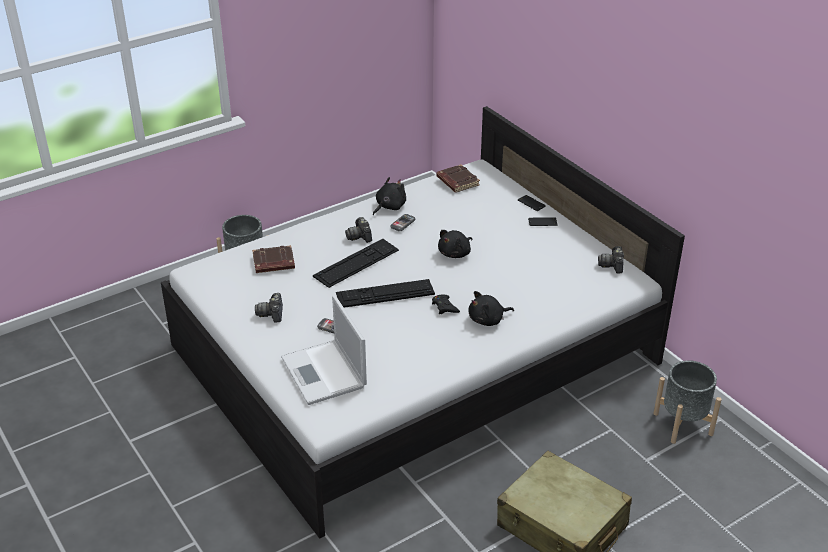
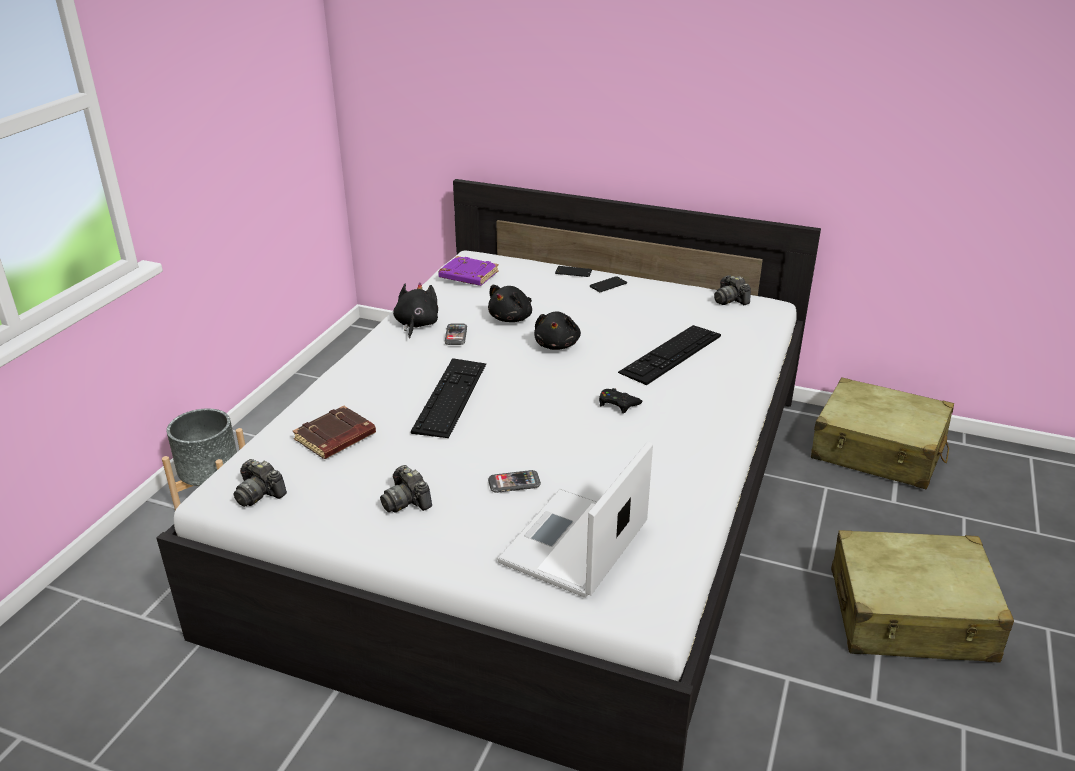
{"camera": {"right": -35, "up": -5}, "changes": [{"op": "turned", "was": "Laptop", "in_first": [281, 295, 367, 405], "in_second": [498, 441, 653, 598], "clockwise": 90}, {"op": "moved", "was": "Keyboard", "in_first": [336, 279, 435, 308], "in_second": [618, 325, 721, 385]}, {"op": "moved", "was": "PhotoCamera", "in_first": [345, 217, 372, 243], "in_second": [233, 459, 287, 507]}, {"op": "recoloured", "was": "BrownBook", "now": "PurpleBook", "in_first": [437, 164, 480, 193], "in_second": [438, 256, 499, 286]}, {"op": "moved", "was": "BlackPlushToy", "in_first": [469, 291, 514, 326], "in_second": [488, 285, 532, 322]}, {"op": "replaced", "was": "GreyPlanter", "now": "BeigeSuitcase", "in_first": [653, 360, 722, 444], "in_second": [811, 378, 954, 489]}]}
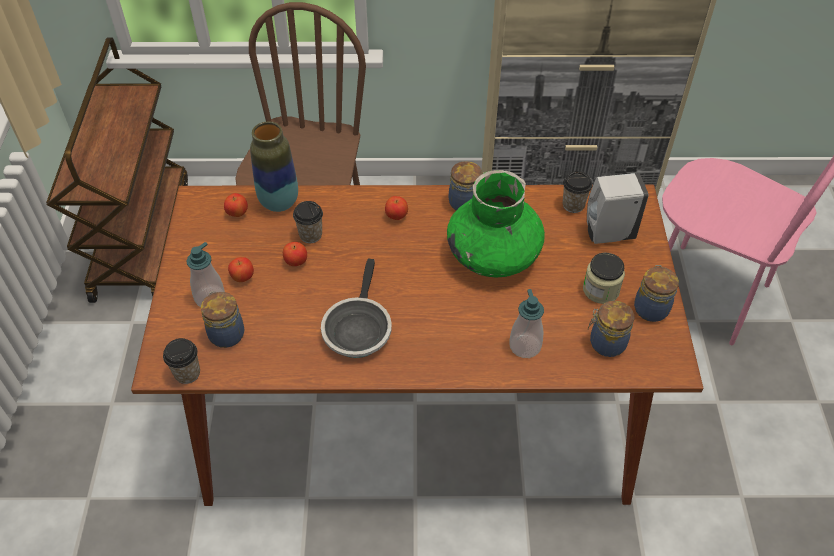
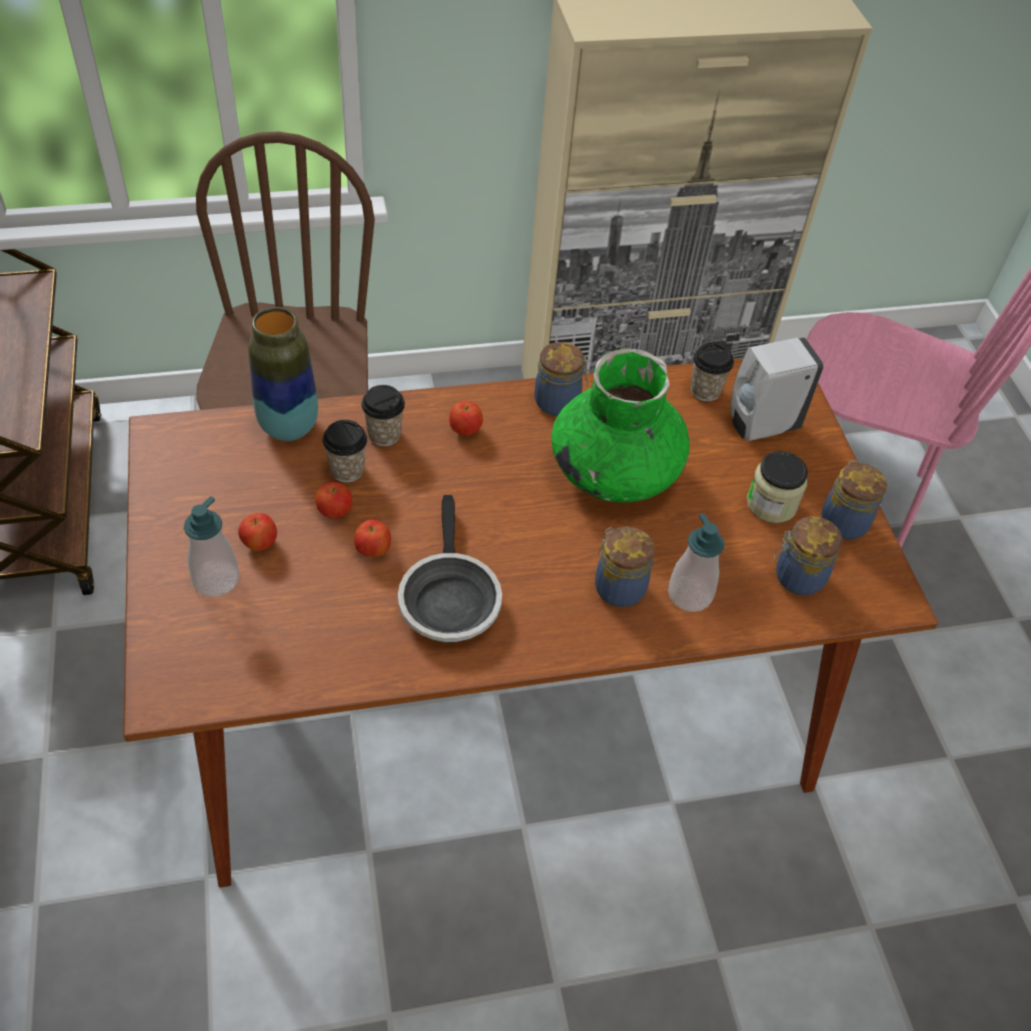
{"camera": {"right": -15, "up": 0}, "changes": [{"op": "moved", "was": "Cup", "in_first": [163, 338, 200, 384], "in_second": [362, 385, 405, 446]}, {"op": "moved", "was": "Jar", "in_first": [201, 291, 245, 348], "in_second": [595, 526, 655, 607]}, {"op": "moved", "was": "Apple", "in_first": [224, 193, 248, 217], "in_second": [354, 519, 391, 557]}]}
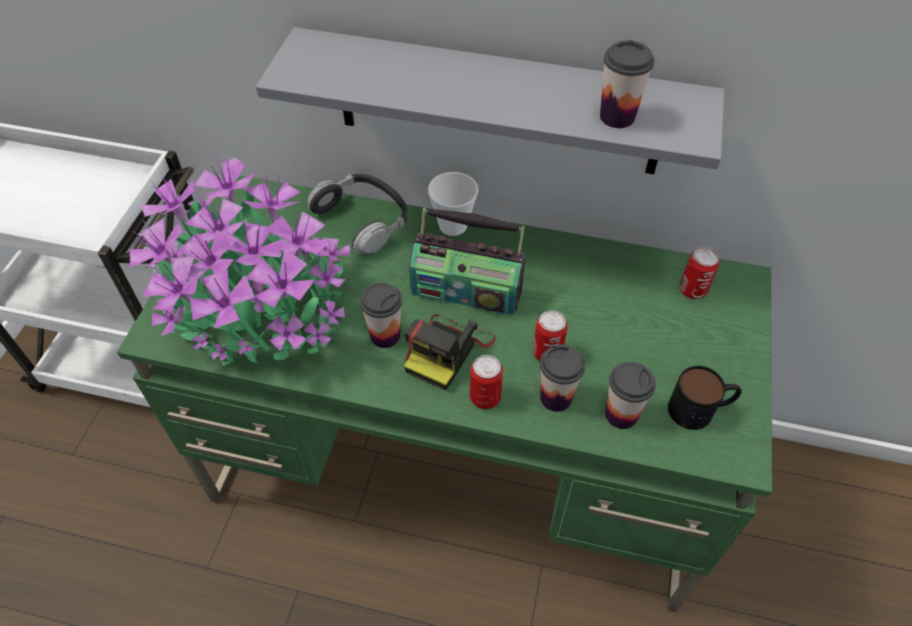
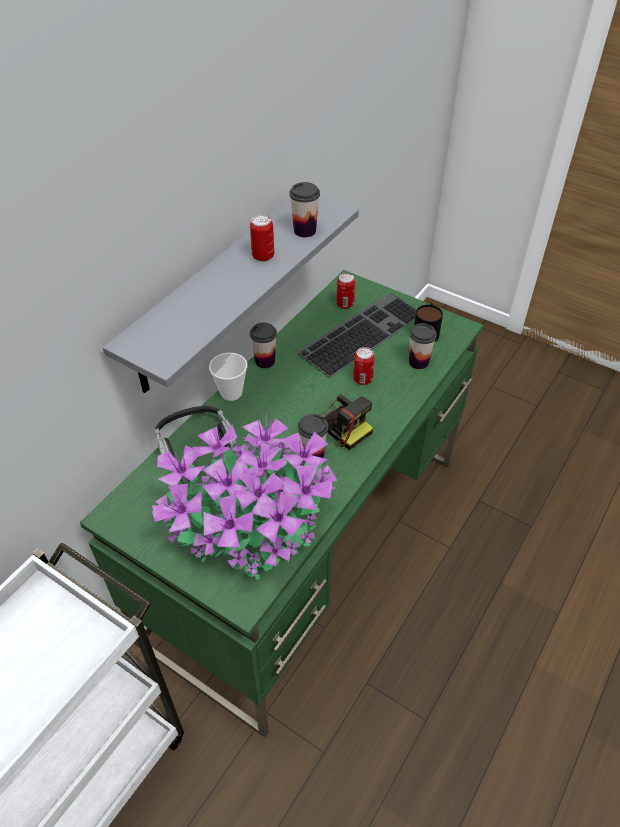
{"camera": {"right": -70, "up": -5}, "changes": [{"op": "removed", "was": "Radio", "in_first": [409, 207, 525, 315]}, {"op": "moved", "was": "Can", "in_first": [470, 355, 503, 409], "in_second": [250, 215, 274, 261]}, {"op": "moved", "was": "Cup", "in_first": [540, 345, 585, 412], "in_second": [250, 322, 277, 368]}, {"op": "added", "now": "Keyboard", "in_second": [297, 292, 416, 378]}]}
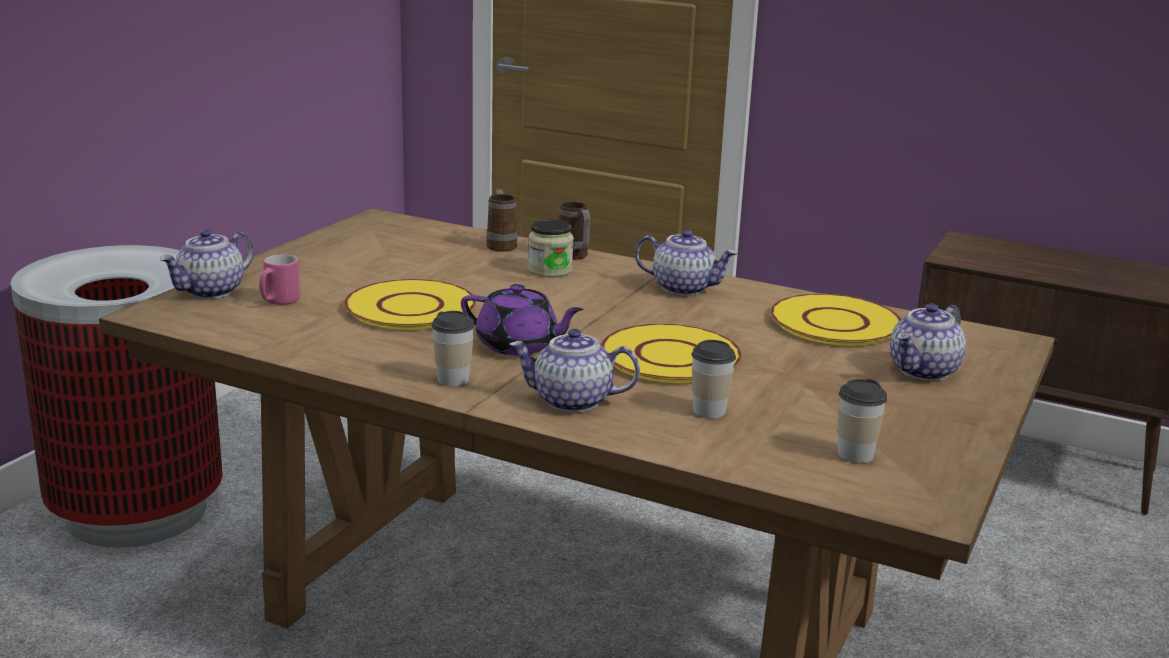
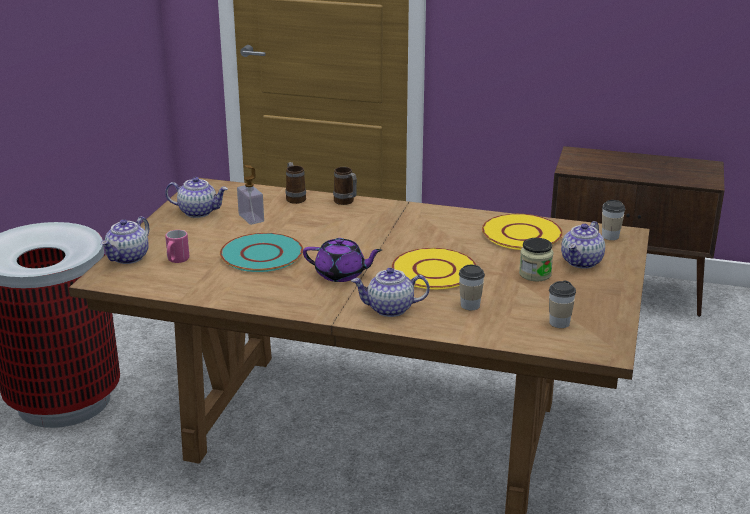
{"camera": {"right": -10, "up": 5}, "changes": [{"op": "recoloured", "was": "YellowPlate", "now": "TurquoisePlate", "in_first": [344, 279, 476, 330], "in_second": [220, 233, 303, 272]}, {"op": "moved", "was": "Cup", "in_first": [432, 311, 475, 386], "in_second": [602, 200, 625, 240]}, {"op": "moved", "was": "Jar", "in_first": [528, 219, 574, 277], "in_second": [519, 238, 553, 281]}, {"op": "moved", "was": "Teapot", "in_first": [635, 229, 737, 296], "in_second": [165, 177, 228, 218]}, {"op": "added", "now": "SoapDispenser", "in_second": [237, 165, 264, 225]}]}
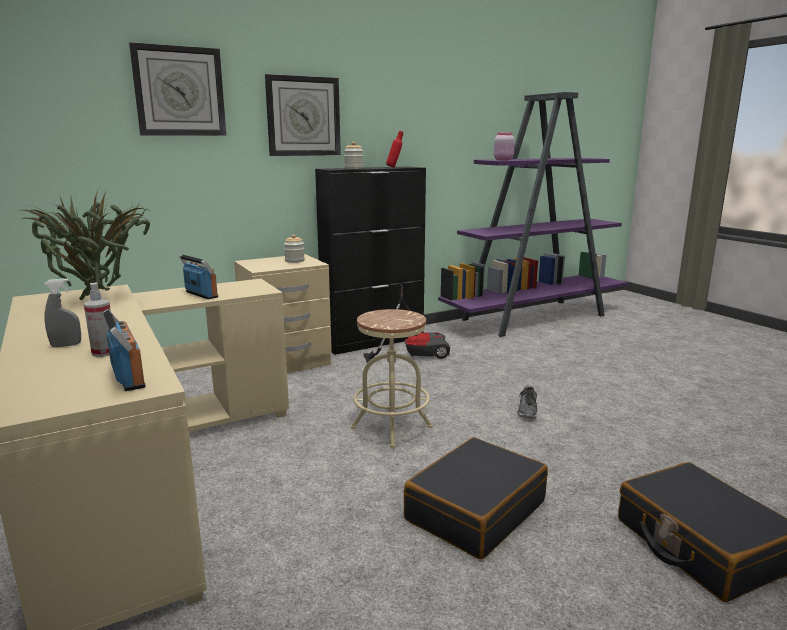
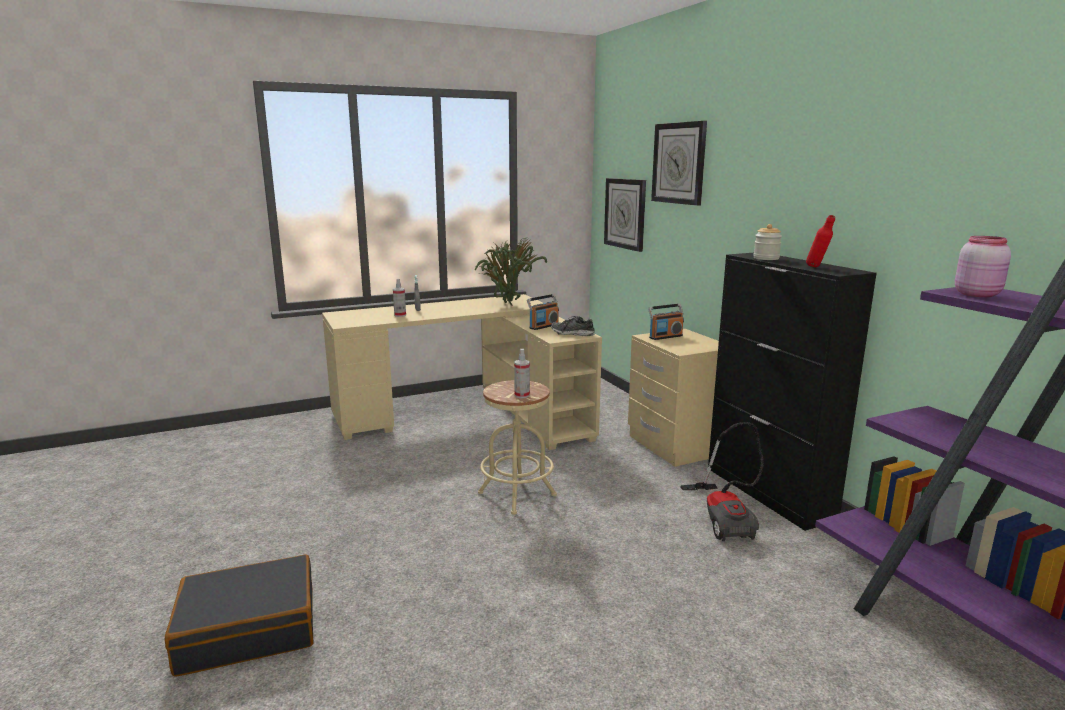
{"camera": {"right": 95, "up": 0}, "changes": [{"op": "moved", "was": "Radio", "in_first": [103, 309, 146, 391], "in_second": [648, 304, 684, 340]}, {"op": "moved", "was": "WallClock", "in_first": [265, 74, 341, 156], "in_second": [604, 178, 646, 252]}, {"op": "removed", "was": "Jar", "in_first": [284, 235, 305, 263]}, {"op": "removed", "was": "BlackSuitcase", "in_first": [404, 437, 548, 560]}, {"op": "moved", "was": "Shoe", "in_first": [517, 386, 537, 419], "in_second": [551, 316, 595, 336]}, {"op": "added", "now": "SprayBottle", "in_second": [514, 349, 530, 398]}]}
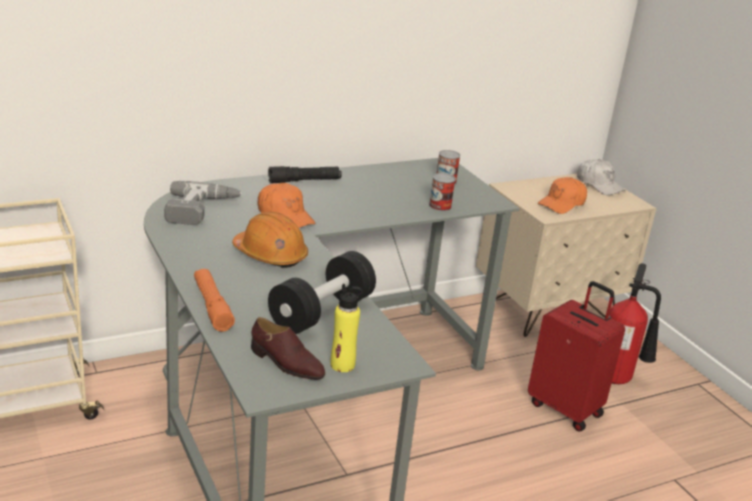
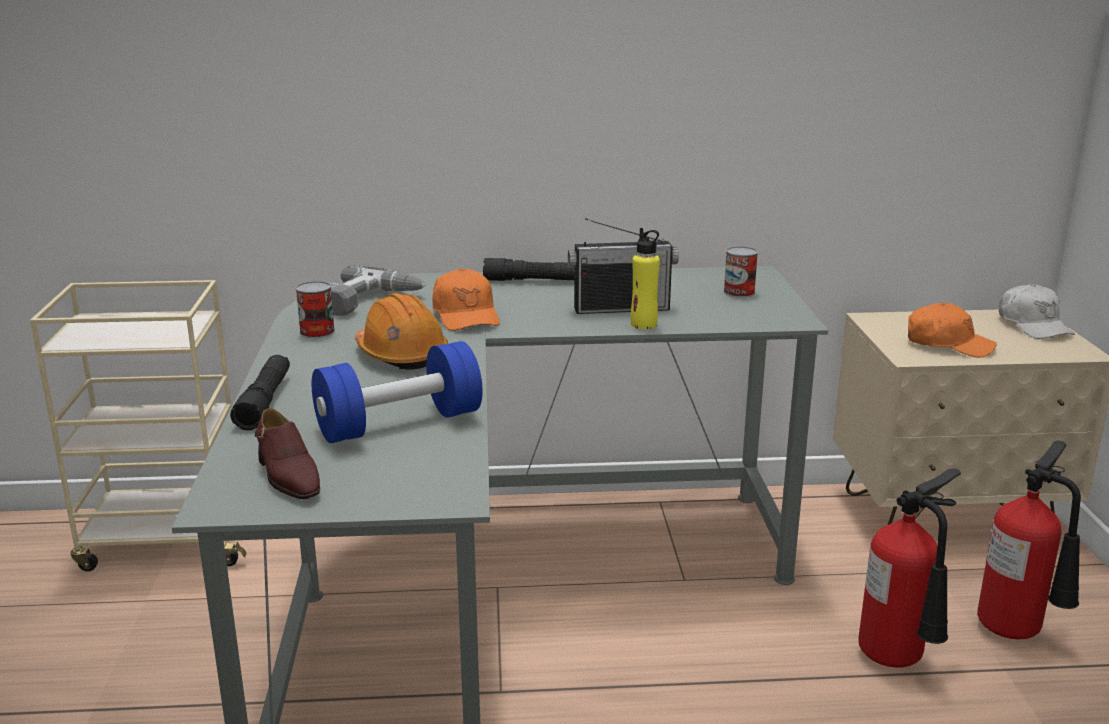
{"camera": {"right": 25, "up": -5}, "changes": [{"op": "recoloured", "was": "OrangeFlashlight", "now": "BlackFlashlight", "in_first": [194, 269, 235, 332], "in_second": [230, 355, 290, 430]}, {"op": "recoloured", "was": "BlackDumbbell", "now": "BlueDumbbell", "in_first": [268, 251, 376, 334], "in_second": [312, 341, 483, 443]}, {"op": "moved", "was": "YellowBottle", "in_first": [330, 284, 363, 372], "in_second": [631, 228, 660, 329]}, {"op": "moved", "was": "Can", "in_first": [429, 173, 456, 211], "in_second": [295, 281, 335, 338]}, {"op": "replaced", "was": "RedSuitcase", "now": "FireExtinguisher", "in_first": [528, 281, 625, 431], "in_second": [859, 468, 961, 668]}, {"op": "turned", "was": "OrangeCap", "in_first": [537, 177, 587, 214], "in_second": [908, 303, 997, 358], "clockwise": -135}, {"op": "added", "now": "Radio", "in_second": [568, 218, 679, 314]}]}
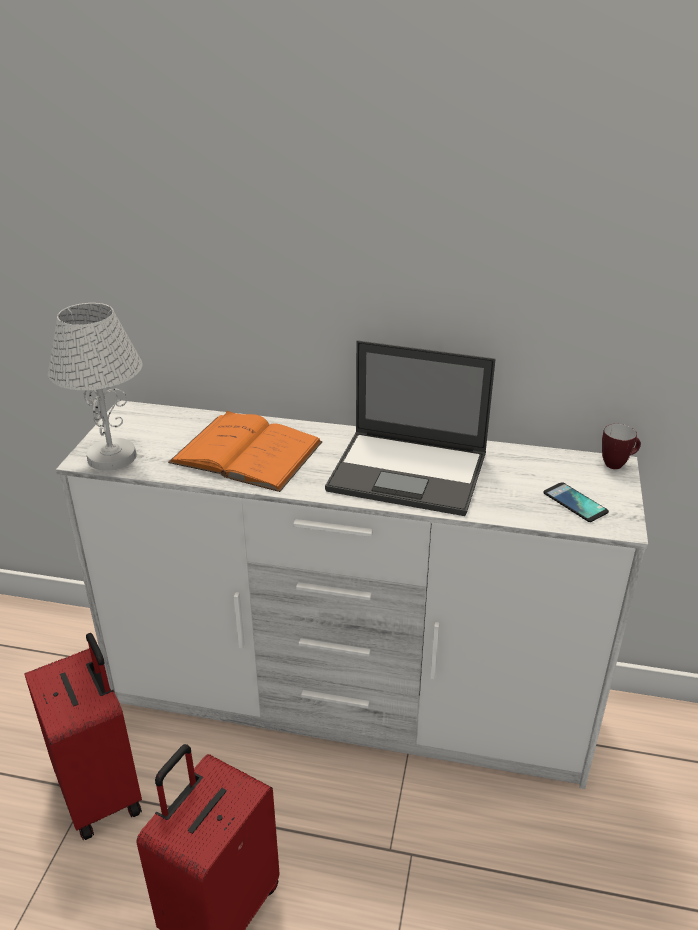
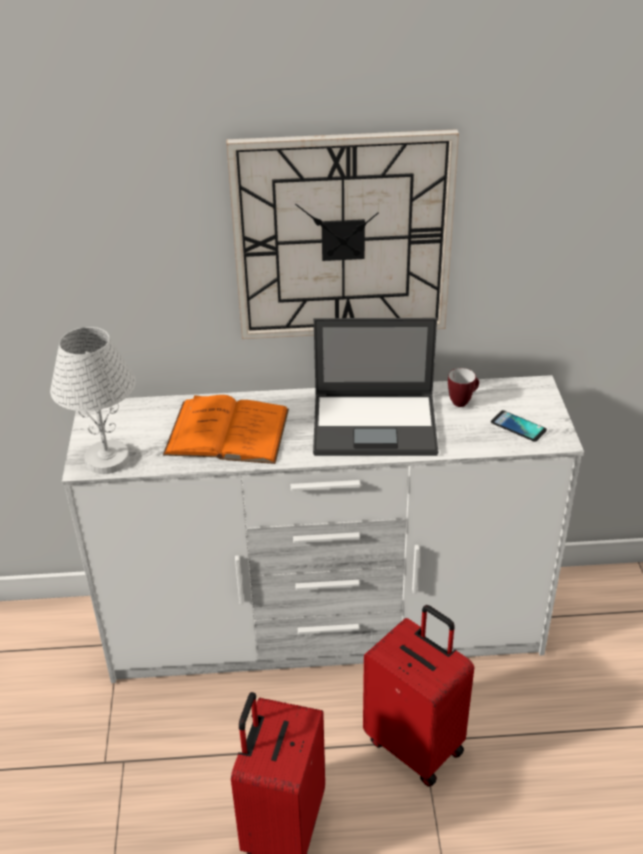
{"camera": {"right": -15, "up": 5}, "changes": [{"op": "moved", "was": "RedSuitcase", "in_first": [24, 633, 142, 840], "in_second": [363, 605, 474, 787]}, {"op": "moved", "was": "Mug", "in_first": [602, 424, 641, 469], "in_second": [448, 368, 479, 407]}, {"op": "added", "now": "WallClock", "in_second": [226, 129, 459, 339]}]}
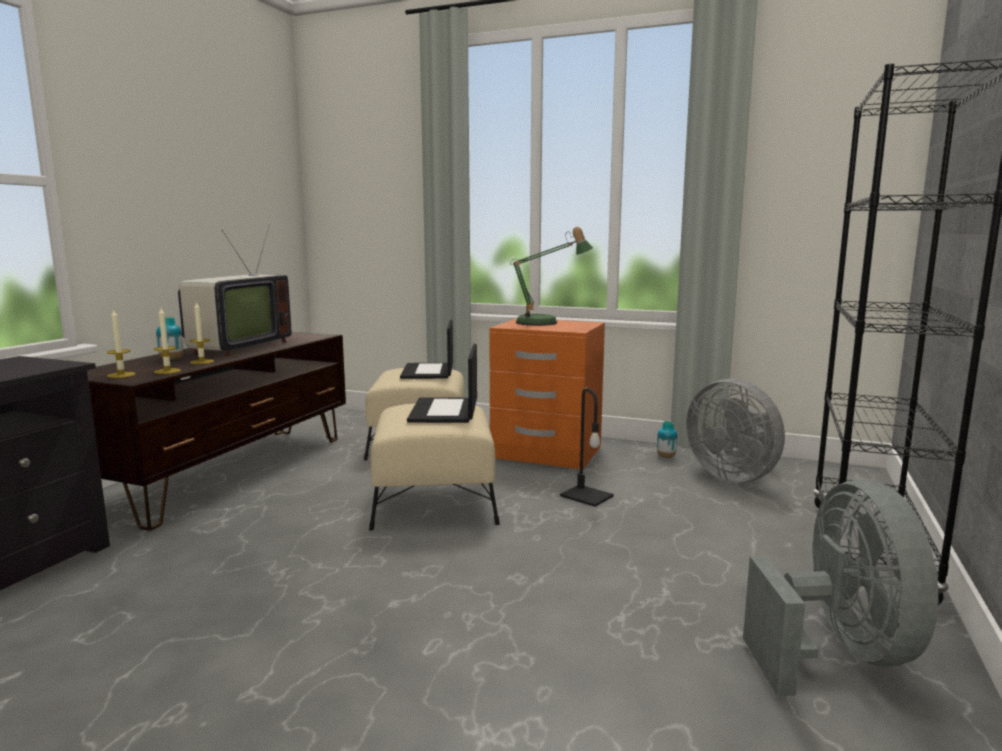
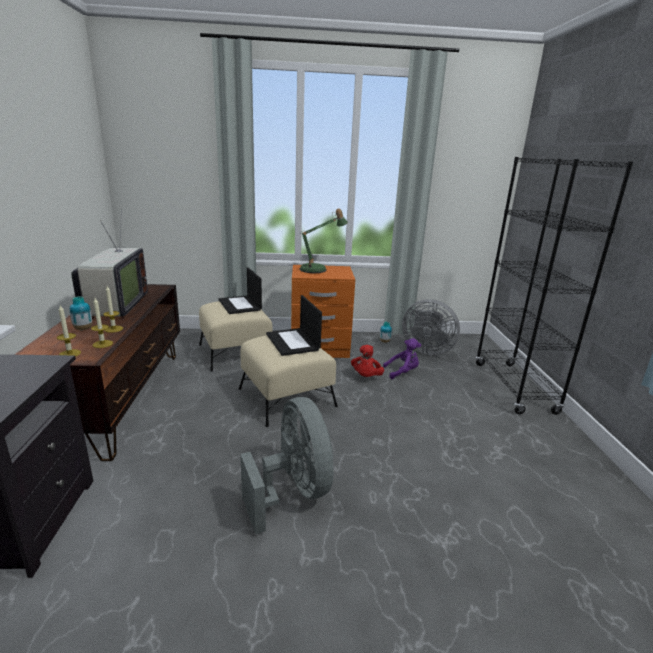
{"camera": {"right": -25, "up": 10}, "changes": [{"op": "replaced", "was": "BlackTableLamp", "now": "RedPlushToy", "in_first": [560, 387, 614, 507], "in_second": [351, 345, 384, 377]}, {"op": "moved", "was": "GreyFan", "in_first": [743, 480, 939, 696], "in_second": [240, 397, 334, 534]}, {"op": "added", "now": "PurplePlushToy", "in_second": [383, 338, 421, 379]}]}
